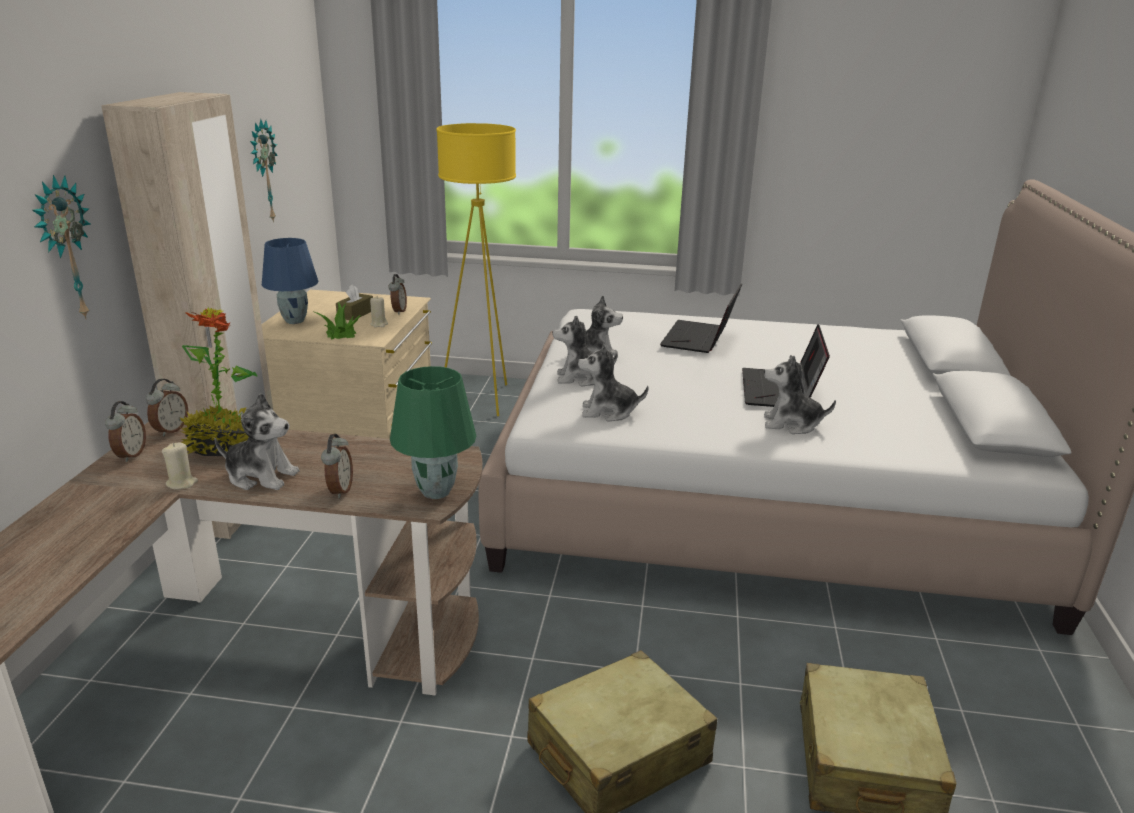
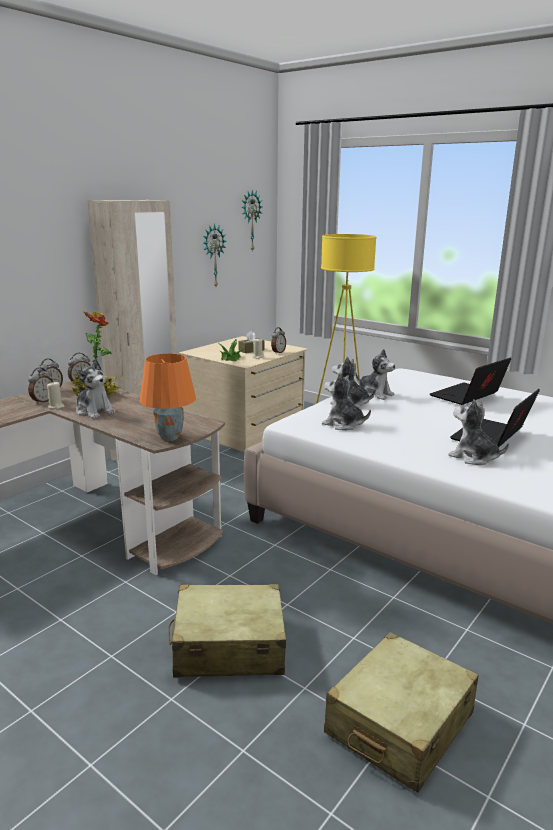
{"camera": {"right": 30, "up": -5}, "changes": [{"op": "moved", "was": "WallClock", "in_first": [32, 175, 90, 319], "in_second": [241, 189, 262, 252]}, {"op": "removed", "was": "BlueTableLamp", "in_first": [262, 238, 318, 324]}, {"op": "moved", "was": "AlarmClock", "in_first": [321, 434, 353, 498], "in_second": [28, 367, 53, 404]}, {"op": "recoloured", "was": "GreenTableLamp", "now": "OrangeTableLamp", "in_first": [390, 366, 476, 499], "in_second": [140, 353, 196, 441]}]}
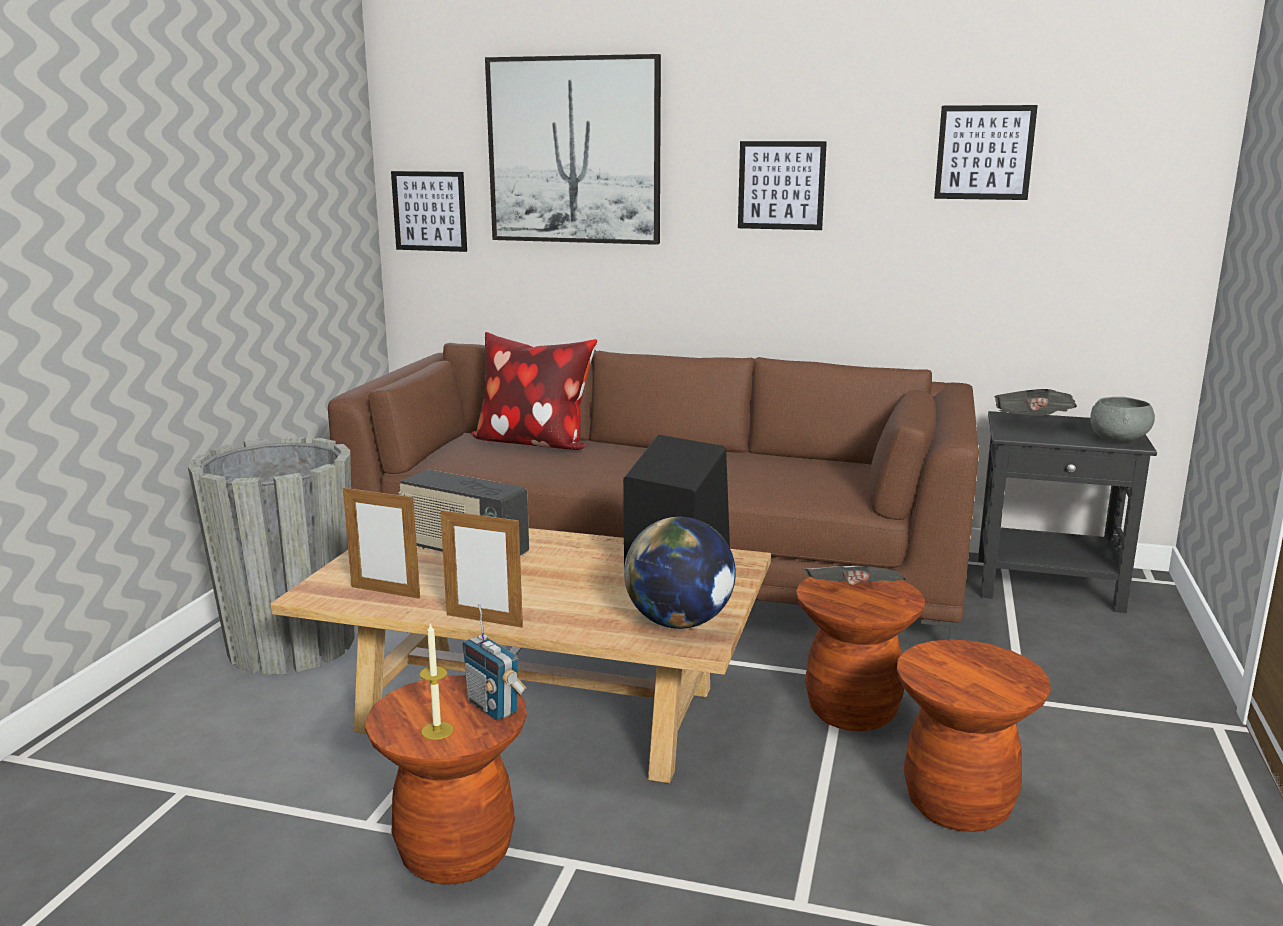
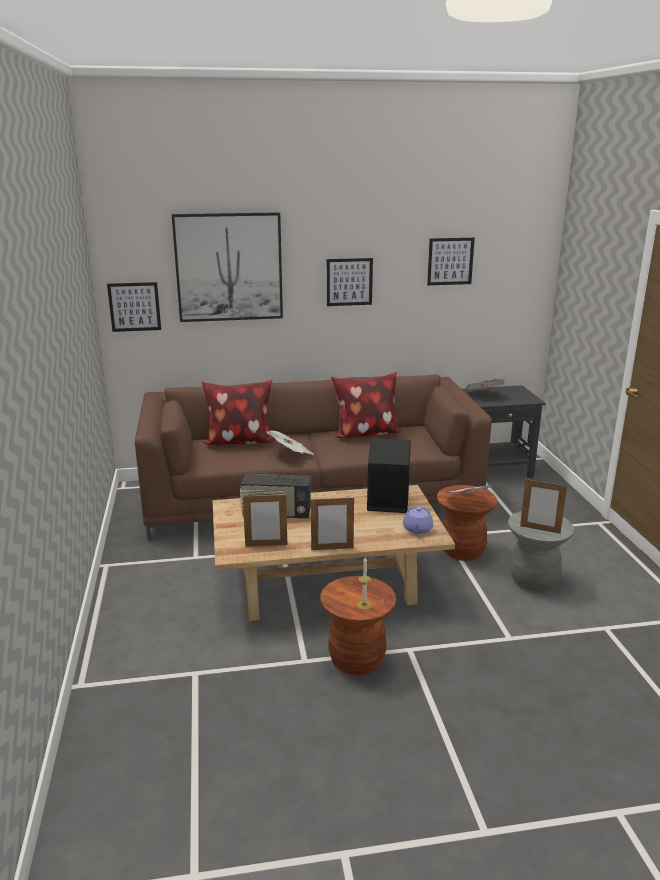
{"camera": {"right": -25, "up": 5}, "changes": [{"op": "removed", "was": "GreyPlanter", "in_first": [188, 437, 355, 675]}, {"op": "removed", "was": "Radio", "in_first": [462, 604, 527, 720]}, {"op": "replaced", "was": "Globe", "now": "PurpleTeapot", "in_first": [624, 517, 736, 629], "in_second": [403, 505, 433, 534]}, {"op": "recoloured", "was": "BrownStool", "now": "GreyStool", "in_first": [897, 639, 1051, 832], "in_second": [508, 511, 574, 592]}, {"op": "removed", "was": "GreyBowl", "in_first": [1090, 397, 1155, 442]}, {"op": "added", "now": "Newspaper", "in_second": [267, 431, 313, 454]}, {"op": "added", "now": "Pillow", "in_second": [331, 372, 402, 438]}, {"op": "added", "now": "PictureFrame", "in_second": [520, 479, 567, 534]}]}
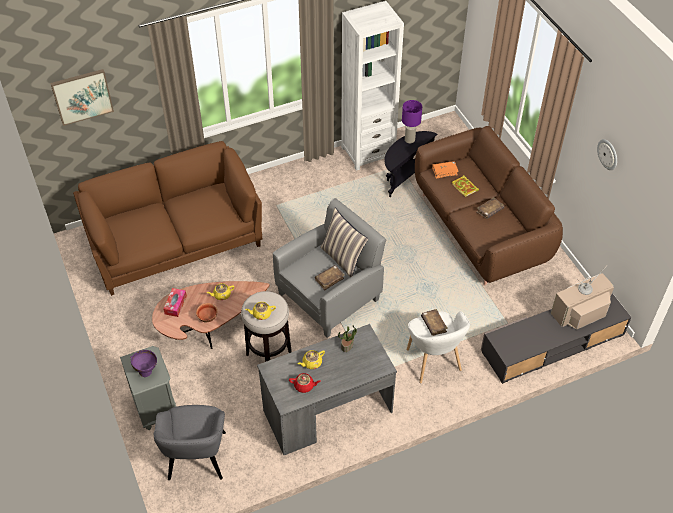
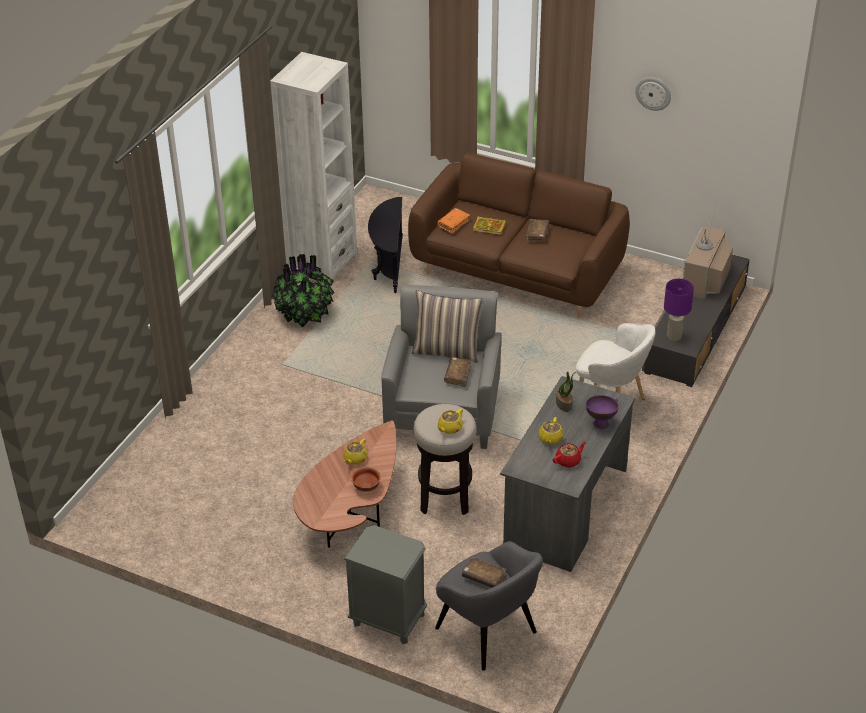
{"camera": {"right": -40, "up": -10}, "changes": [{"op": "removed", "was": "Picture", "in_first": [50, 69, 114, 126]}, {"op": "removed", "was": "BrownSofa", "in_first": [73, 141, 262, 296]}, {"op": "moved", "was": "PurpleBowl", "in_first": [130, 350, 157, 377], "in_second": [586, 395, 619, 429]}, {"op": "removed", "was": "TissueBox", "in_first": [163, 288, 187, 317]}, {"op": "moved", "was": "PurpleTableLamp", "in_first": [402, 100, 422, 143], "in_second": [664, 279, 694, 341]}, {"op": "moved", "was": "BrownBook", "in_first": [421, 309, 448, 336], "in_second": [462, 557, 507, 588]}, {"op": "added", "now": "PottedPlant", "in_second": [271, 254, 335, 328]}]}
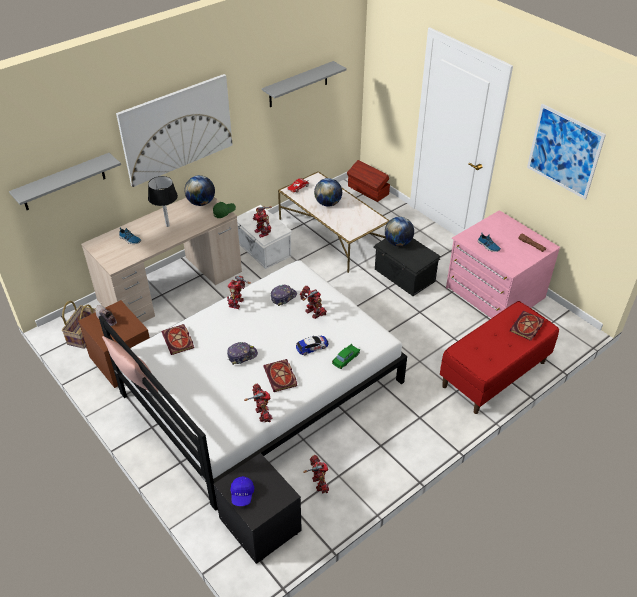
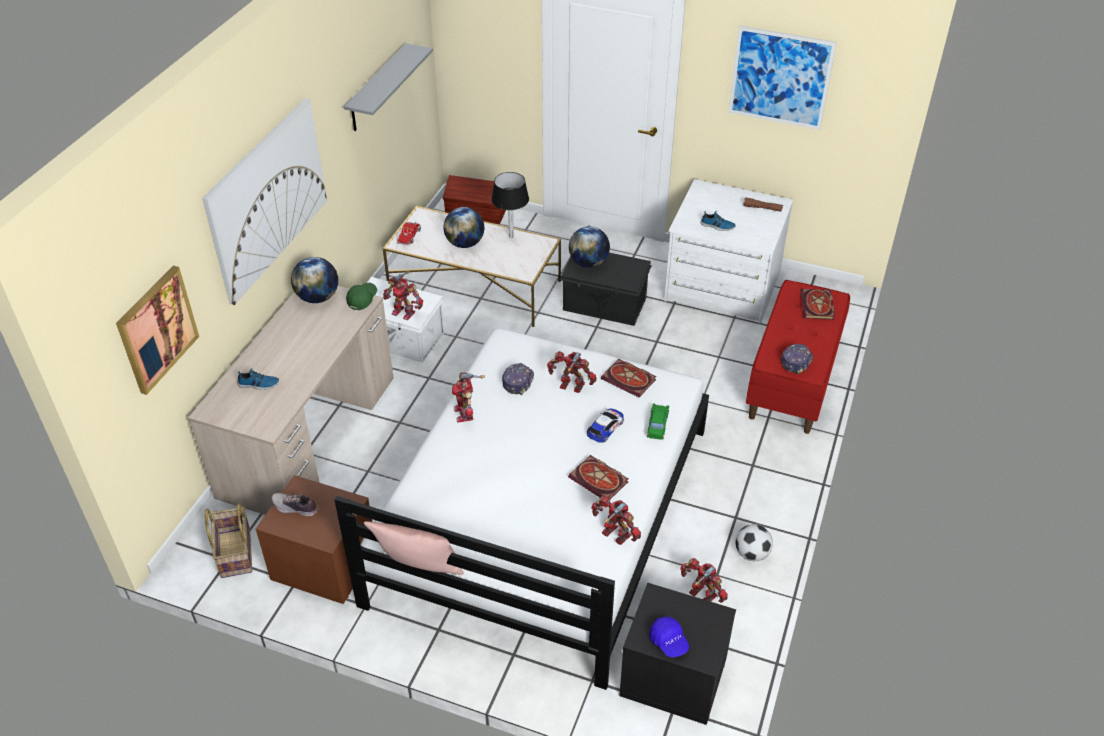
{"camera": {"right": -30, "up": 0}, "changes": [{"op": "replaced", "was": "GreyShelf", "now": "Picture", "in_first": [9, 153, 121, 210], "in_second": [116, 266, 199, 395]}, {"op": "moved", "was": "BlackTableLamp", "in_first": [148, 176, 178, 227], "in_second": [491, 172, 529, 238]}, {"op": "moved", "was": "Book", "in_first": [161, 324, 194, 355], "in_second": [601, 359, 656, 397]}, {"op": "moved", "was": "Cap", "in_first": [227, 342, 258, 365], "in_second": [781, 344, 813, 375]}, {"op": "recoloured", "was": "PinkDresser", "now": "WhiteDresser", "in_first": [446, 210, 560, 318], "in_second": [664, 179, 793, 324]}, {"op": "added", "now": "Football", "in_second": [735, 524, 773, 561]}]}
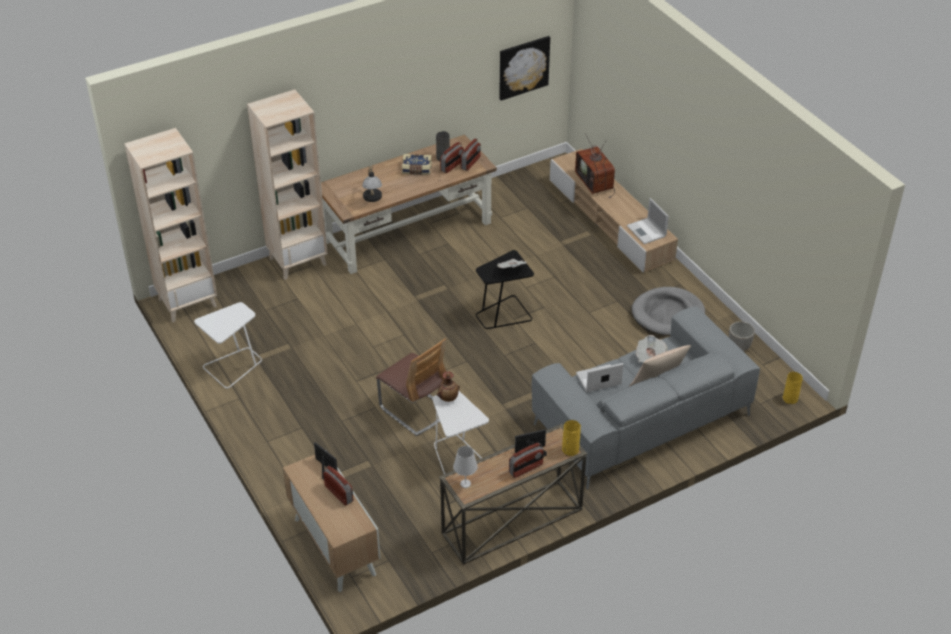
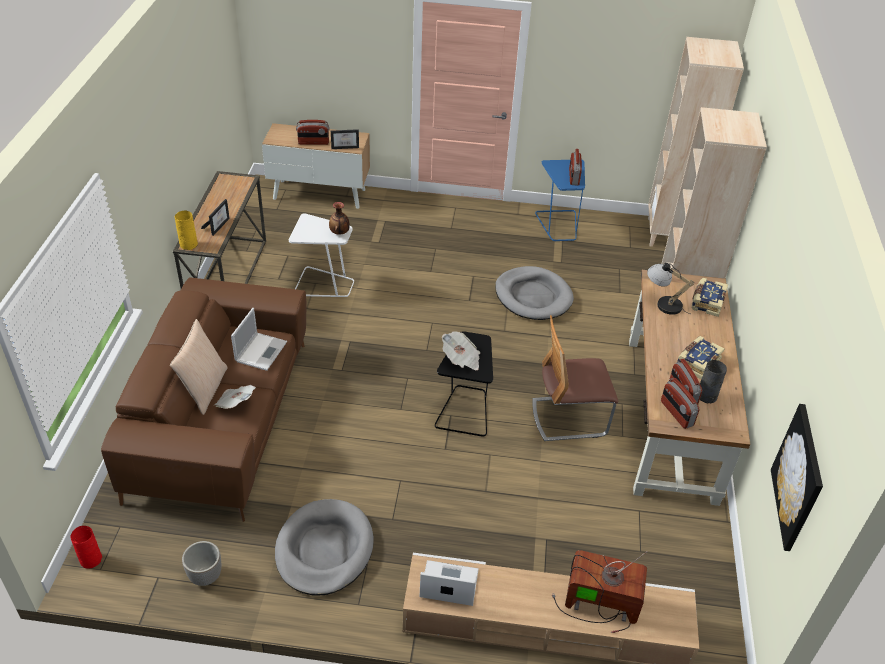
{"camera": {"right": 125, "up": 0}, "changes": [{"op": "recoloured", "was": "WhiteSideTable", "now": "BlueSideTable", "in_first": [194, 302, 262, 389], "in_second": [535, 160, 585, 241]}, {"op": "moved", "was": "Chair", "in_first": [376, 338, 446, 436], "in_second": [533, 315, 618, 441]}, {"op": "removed", "was": "WhiteTableLamp", "in_first": [453, 446, 478, 488]}, {"op": "moved", "was": "Radio", "in_first": [509, 443, 544, 478], "in_second": [569, 149, 582, 186]}, {"op": "recoloured", "was": "GreySofa", "now": "BrownSofa", "in_first": [532, 307, 760, 489], "in_second": [101, 277, 306, 522]}, {"op": "recoloured", "was": "YellowVase", "now": "RedVase", "in_first": [783, 372, 803, 404], "in_second": [70, 526, 102, 569]}, {"op": "added", "now": "GreyDogBed", "in_second": [495, 266, 574, 320]}, {"op": "added", "now": "Book", "in_second": [692, 278, 728, 317]}]}
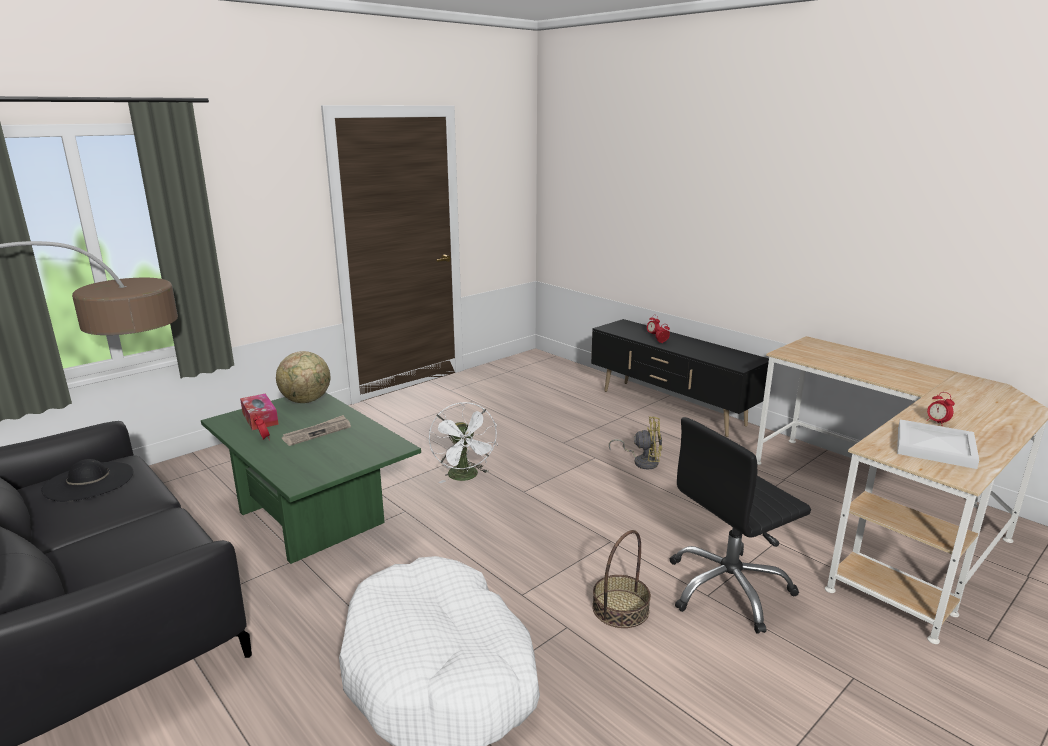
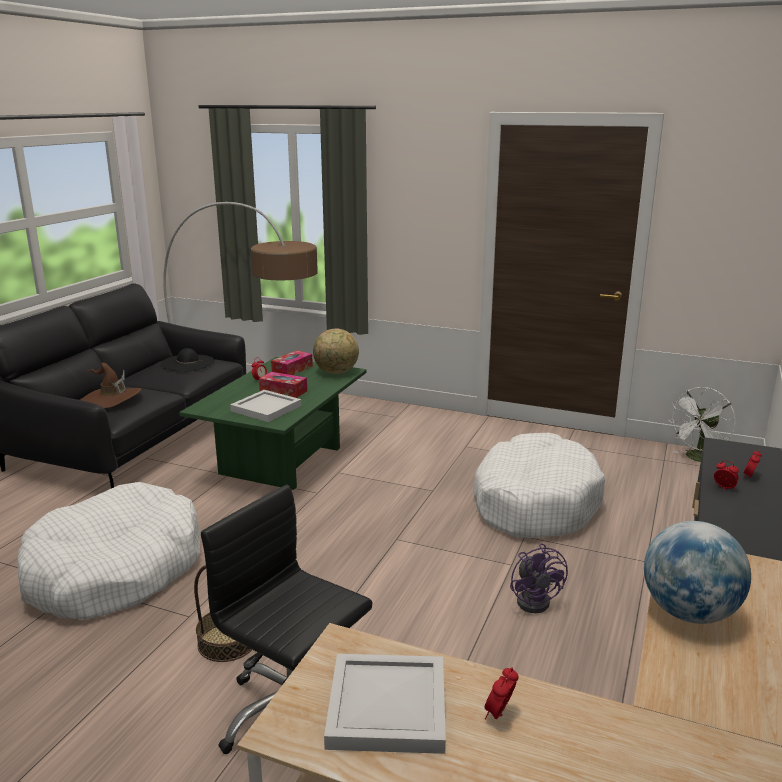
{"camera": {"right": 65, "up": 0}, "changes": [{"op": "replaced", "was": "Newspaper", "now": "TissueBox", "in_first": [282, 415, 351, 446], "in_second": [259, 372, 307, 398]}, {"op": "moved", "was": "WhiteFan", "in_first": [429, 402, 498, 483], "in_second": [672, 387, 735, 462]}, {"op": "recoloured", "was": "YellowFan", "now": "PurpleFan", "in_first": [609, 416, 662, 469], "in_second": [510, 543, 568, 613]}, {"op": "added", "now": "BrownHat", "in_second": [80, 363, 142, 408]}, {"op": "added", "now": "WhiteTray", "in_second": [230, 390, 301, 422]}, {"op": "added", "now": "WhiteDogBed", "in_second": [473, 433, 605, 538]}, {"op": "added", "now": "Globe", "in_second": [644, 521, 751, 624]}]}
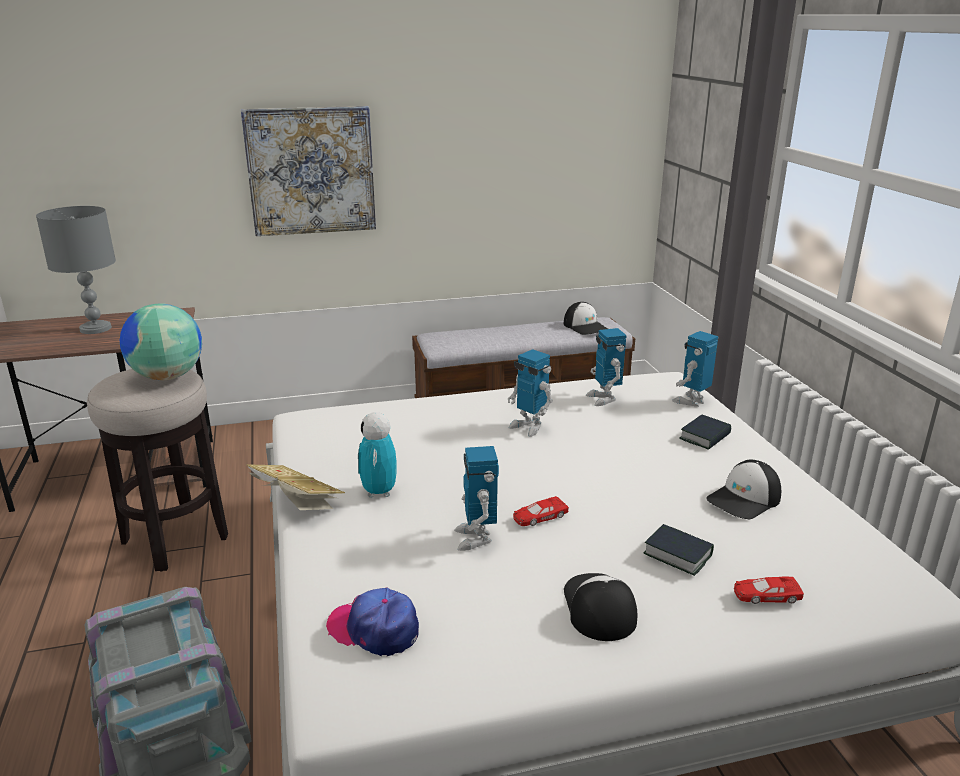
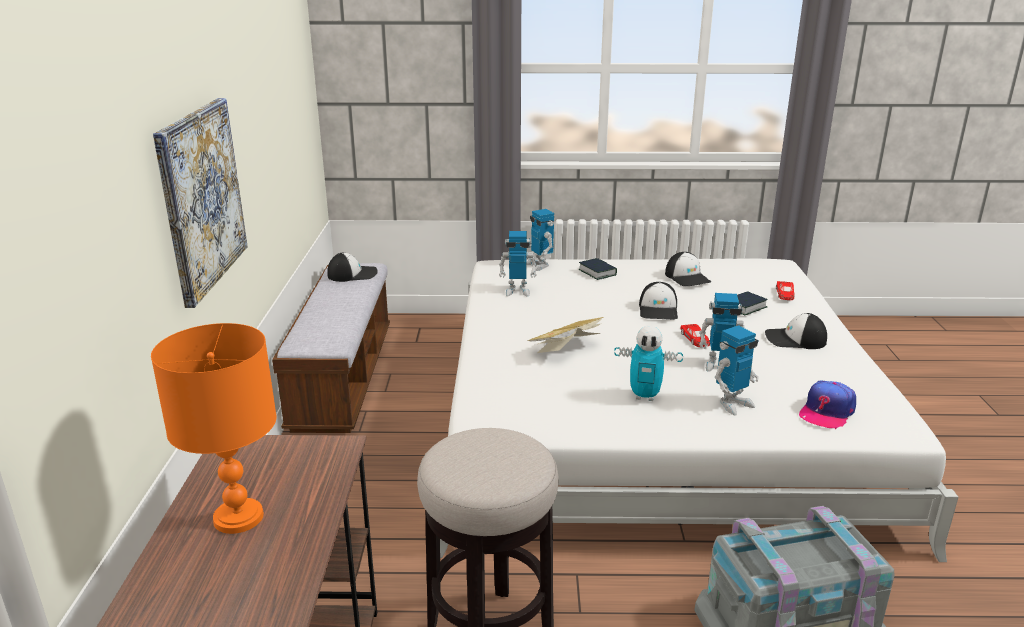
{"camera": {"right": -75, "up": 0}, "changes": [{"op": "recoloured", "was": "GreyTableLamp", "now": "OrangeTableLamp", "in_first": [36, 206, 116, 334], "in_second": [151, 323, 277, 534]}, {"op": "removed", "was": "Globe", "in_first": [120, 303, 202, 380]}, {"op": "moved", "was": "Book", "in_first": [246, 464, 345, 510], "in_second": [527, 317, 604, 353]}, {"op": "moved", "was": "ToyRobot", "in_first": [508, 349, 553, 437], "in_second": [715, 325, 759, 415]}, {"op": "added", "now": "Cap", "in_second": [639, 282, 678, 320]}]}
